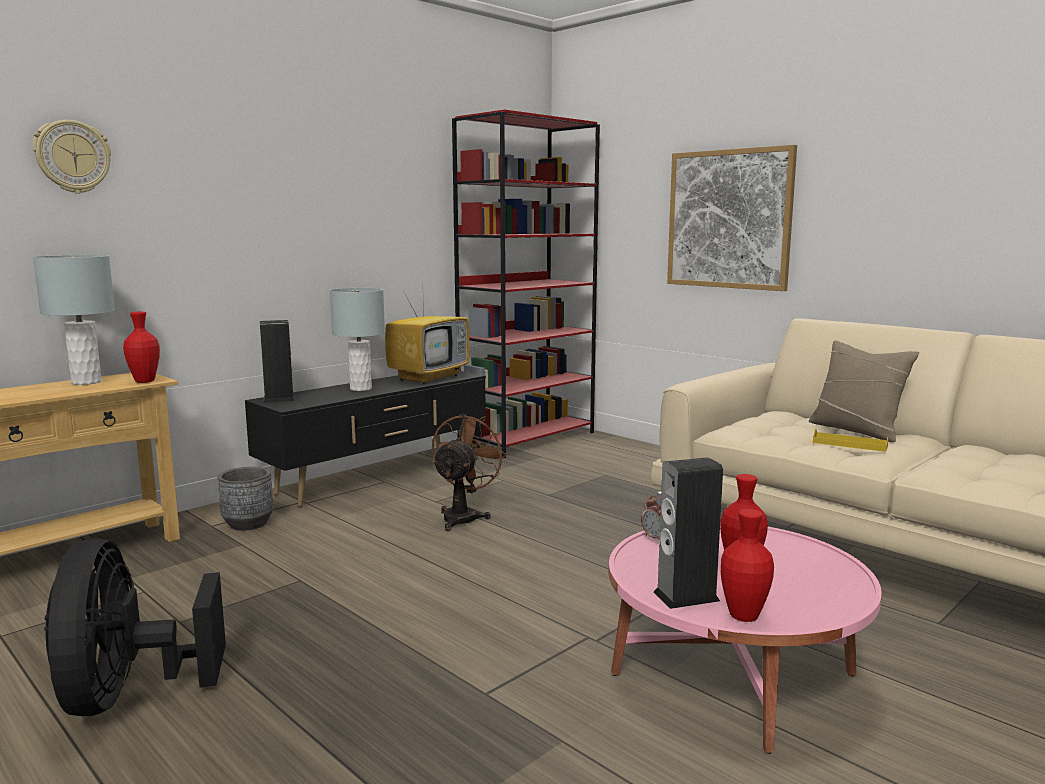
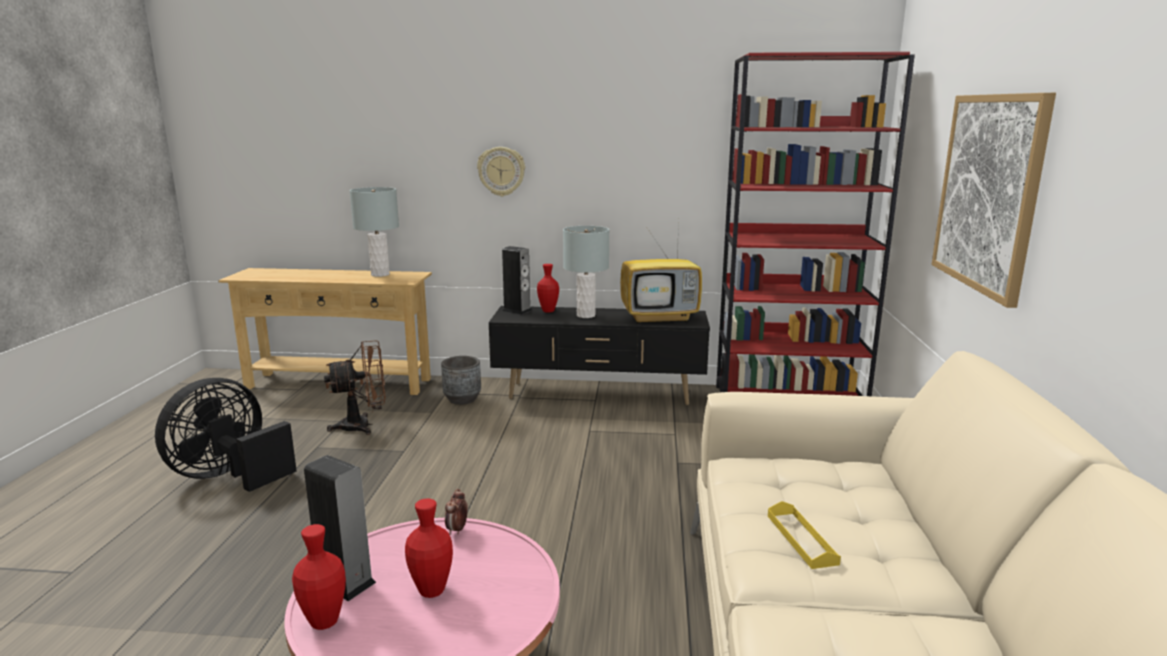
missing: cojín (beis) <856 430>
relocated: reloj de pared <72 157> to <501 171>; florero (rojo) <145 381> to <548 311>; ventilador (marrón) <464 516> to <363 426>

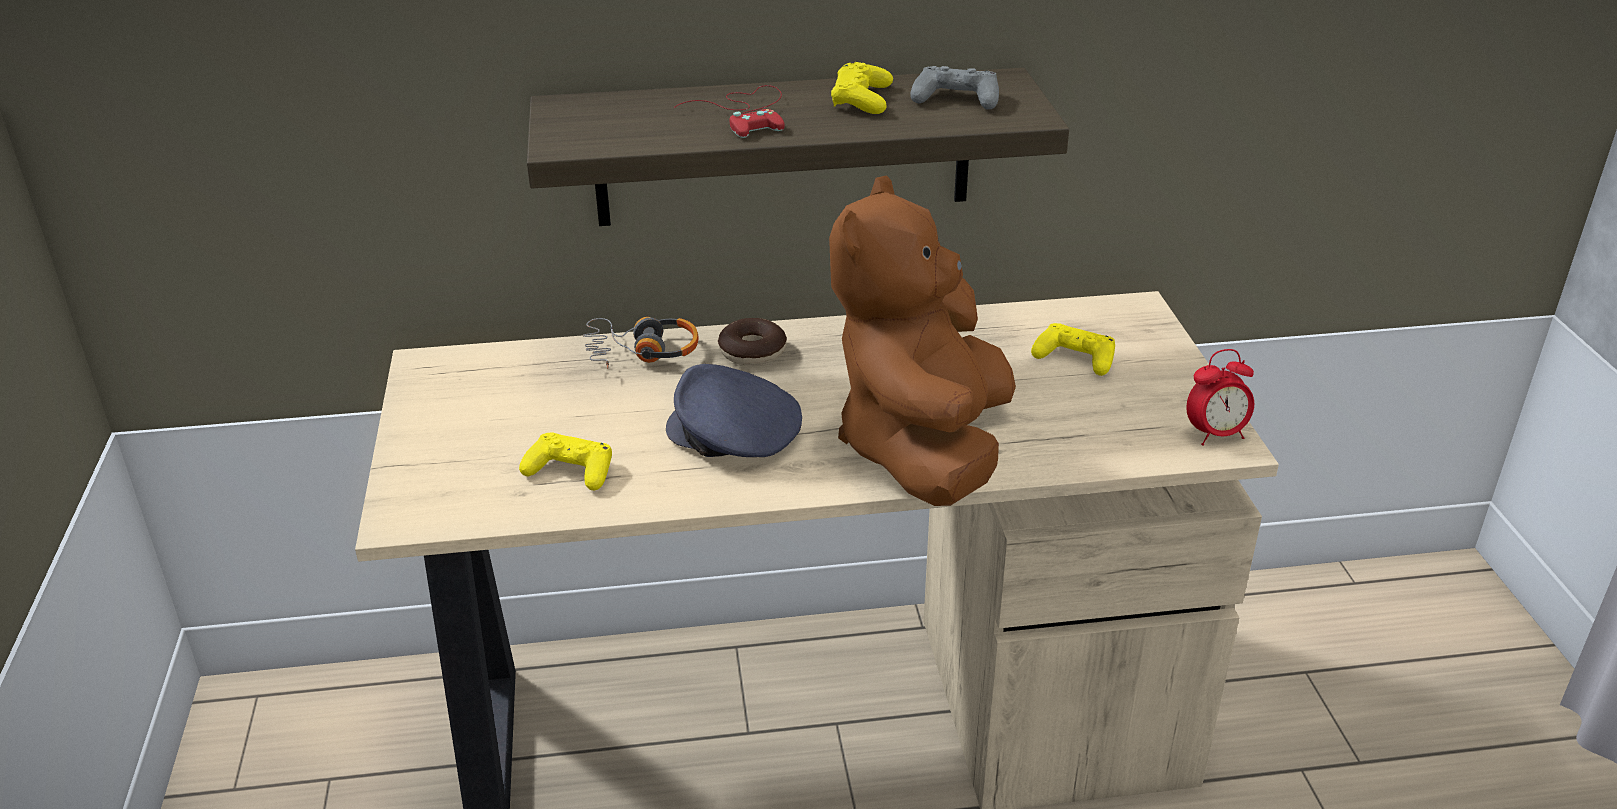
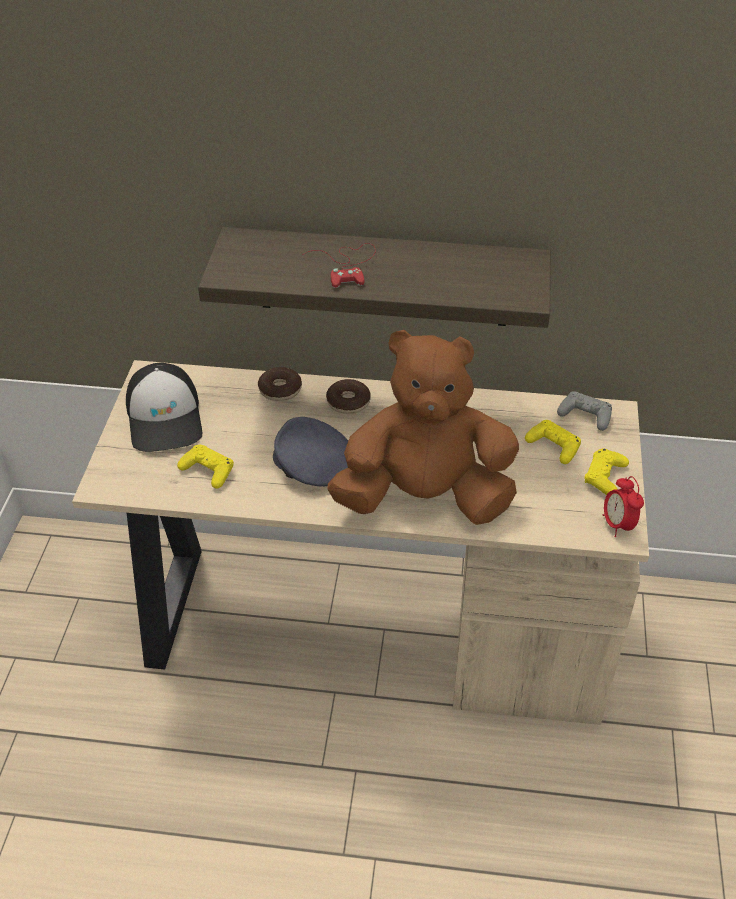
appeared: gorra <165 418>
relocated: mando de consola (amarillo) <862 99> to <605 477>; mando de consola (gris) <956 99> to <585 415>
exchanged: auriculares <642 352> to rosquilla <280 390>
spun: peluche (marrón) <924 449> = <425 498> 60 degrees clockwise; despertador <1215 435> = <618 525> 75 degrees clockwise

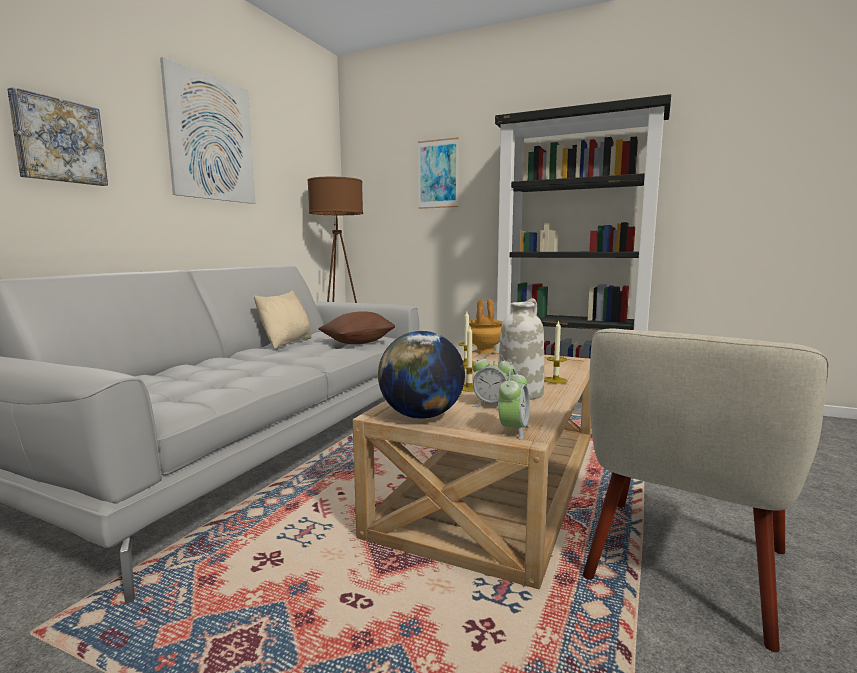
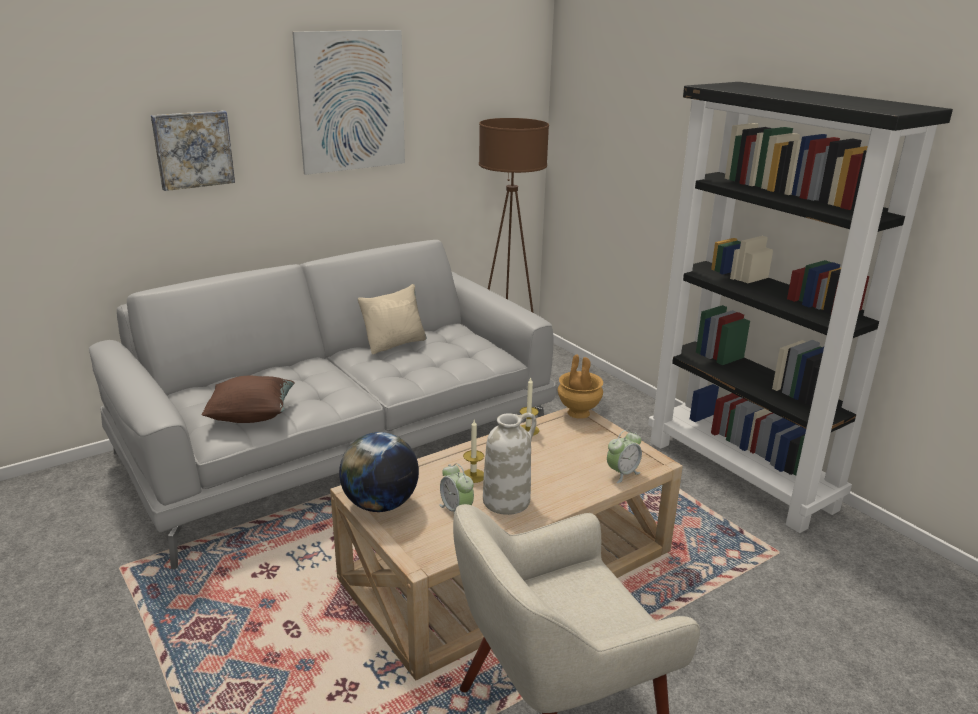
missing: cuadro <438 174>; vela <555 380>
relocated: cojín (marrón) <358 343> to <251 416>; despertador <513 430> to <622 473>

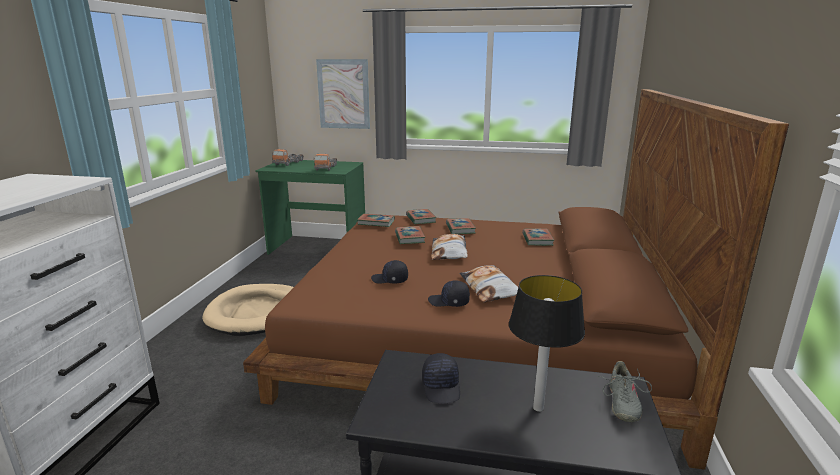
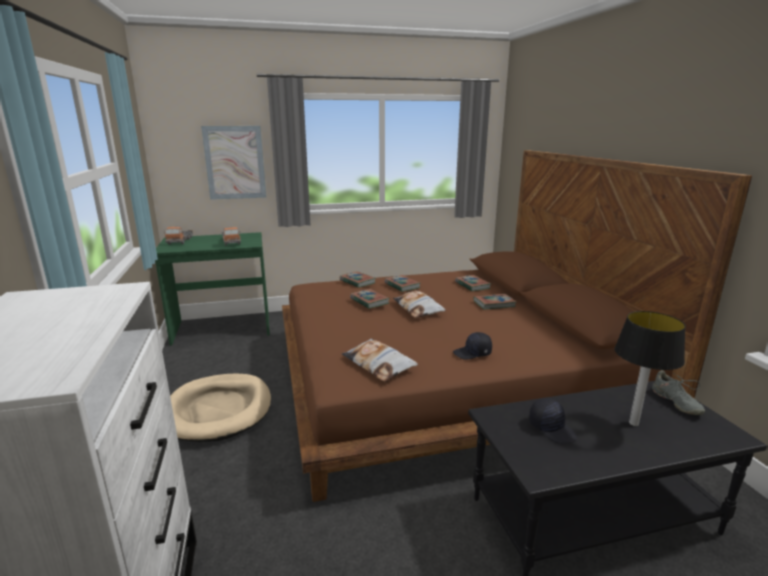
missing: gorra (negro) <390 280>
relocated: libro <376 222> to <494 304>; cojín <490 288> to <379 364>

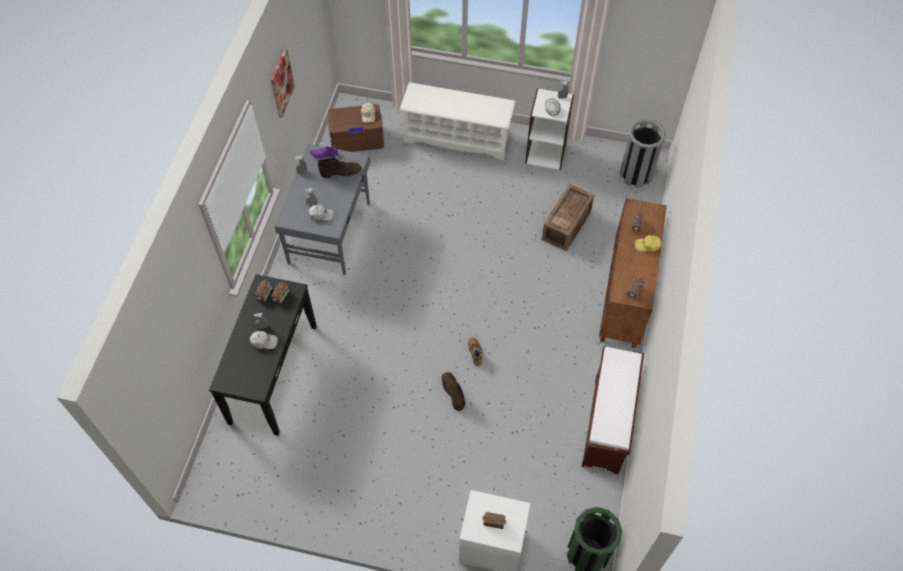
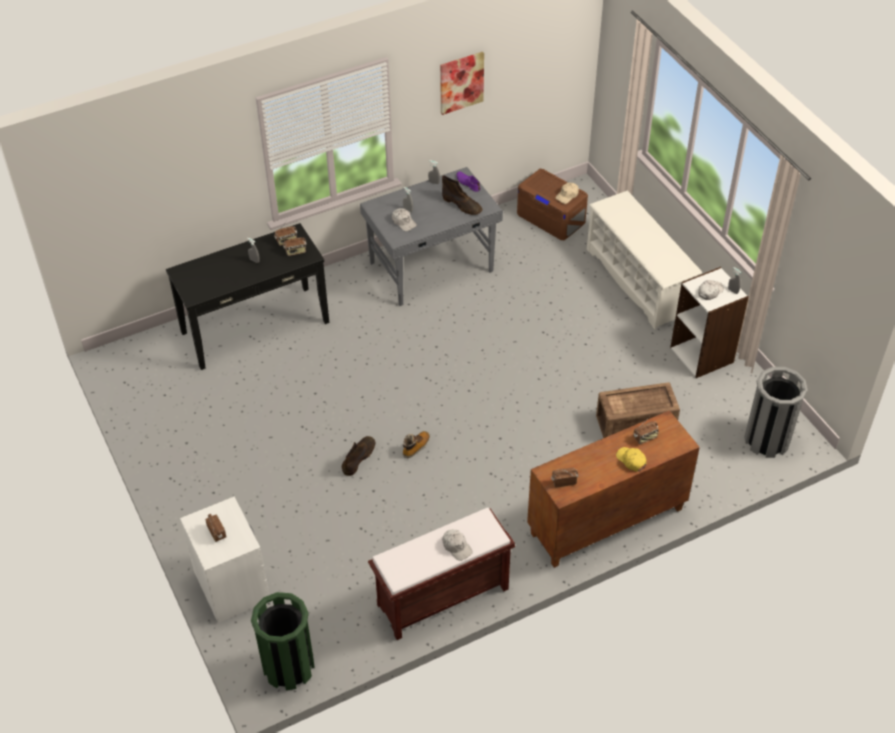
relocated: gorra (blanco) <264 341> to <457 547>

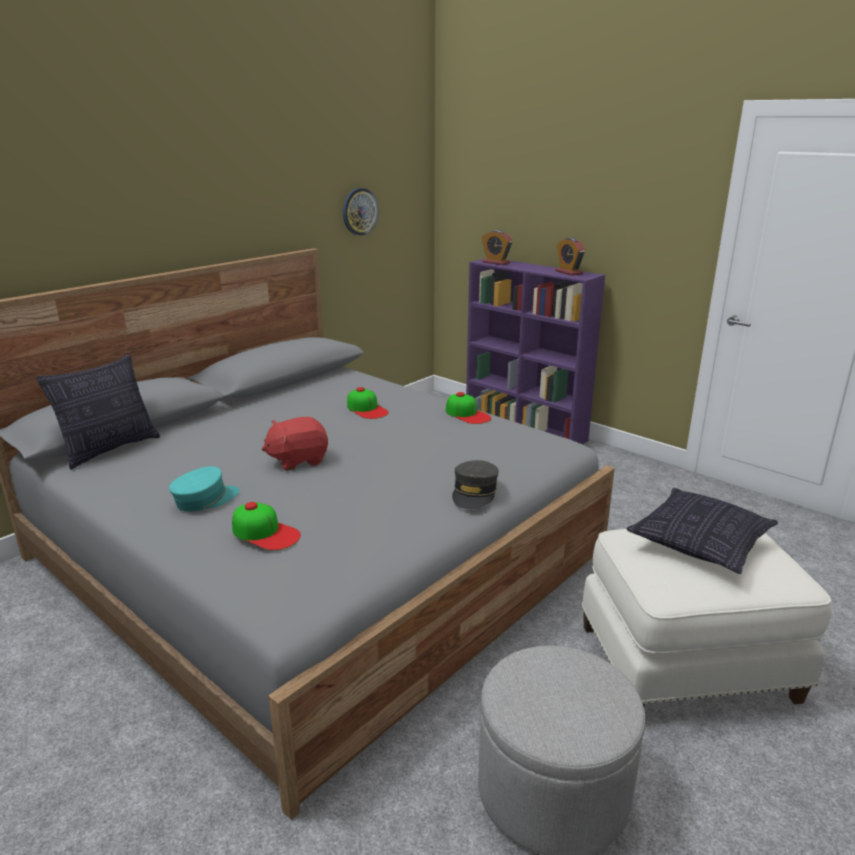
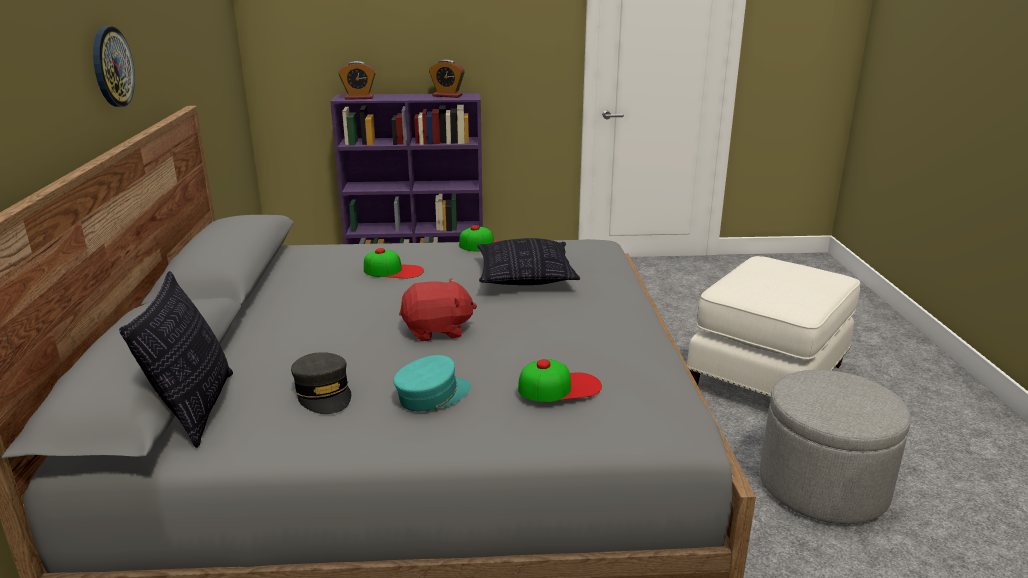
relocated: reloj de pared <359 211> to <111 67>; gorra (gris) <474 493> to <323 393>; cojín <700 544> to <525 277>
spun: peluche (rojo) <298 460> = <437 330> 120 degrees counterclockwise; gorra (turquesa) <205 499> = <432 395> 45 degrees clockwise

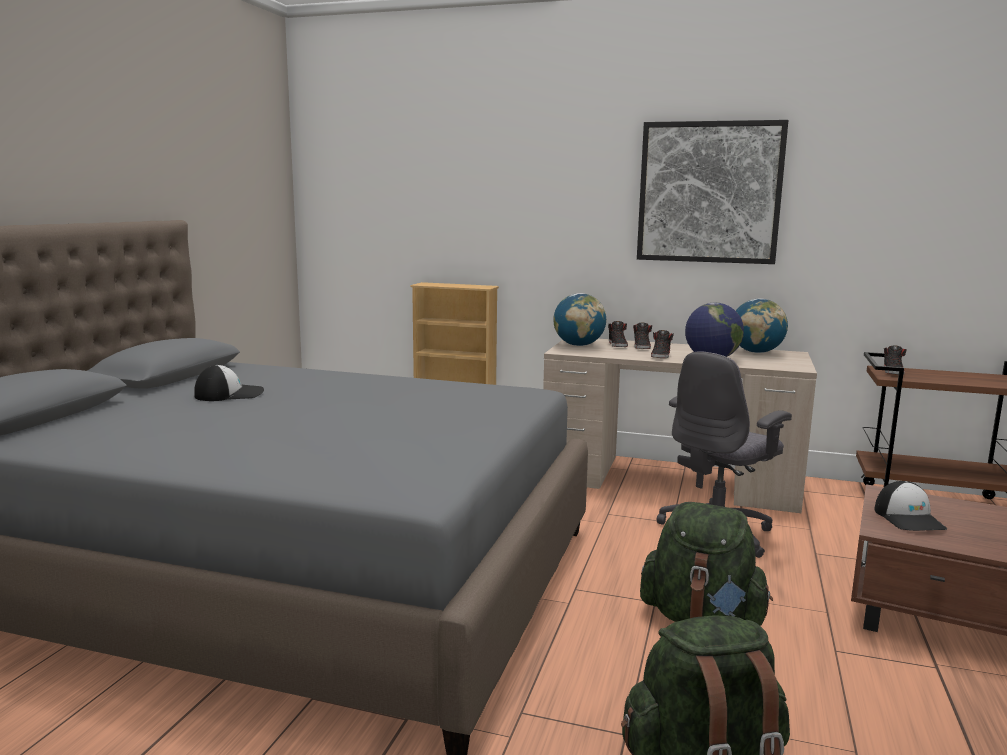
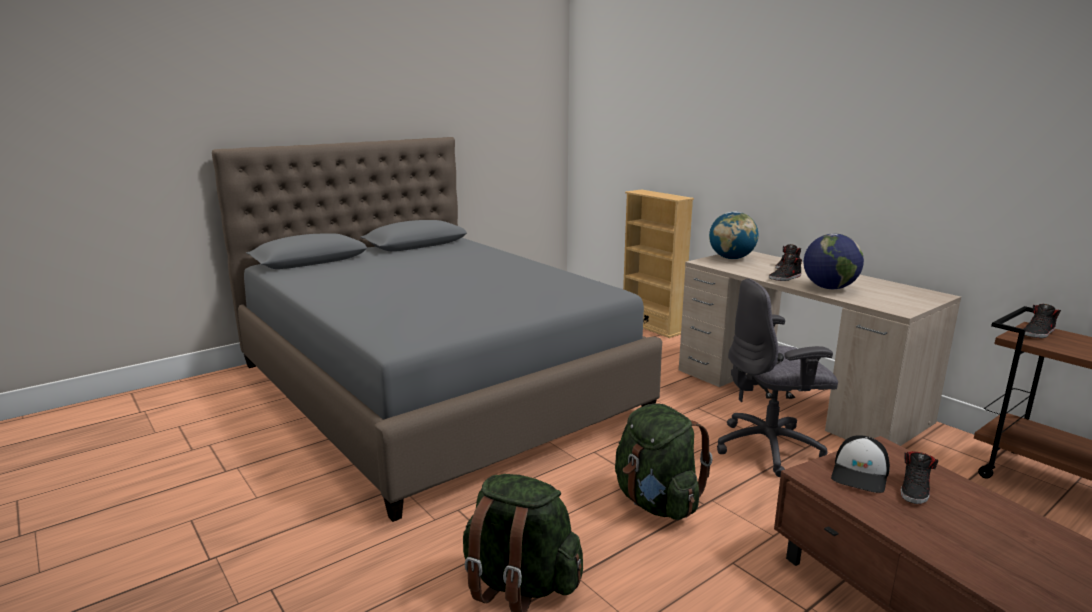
missing: cuadro <709 192>; globo terráqueo <756 352>; gorra <230 394>
relocated: zapato (negro) <618 345> to <915 489>

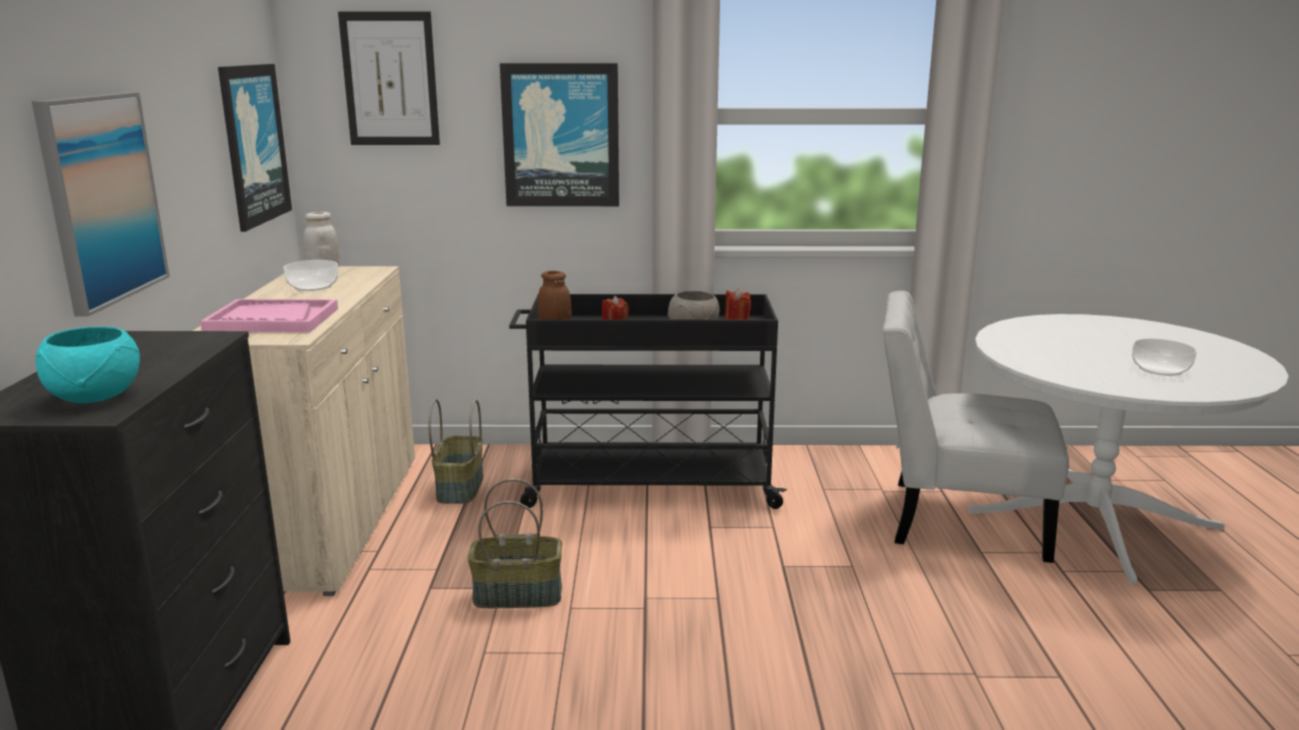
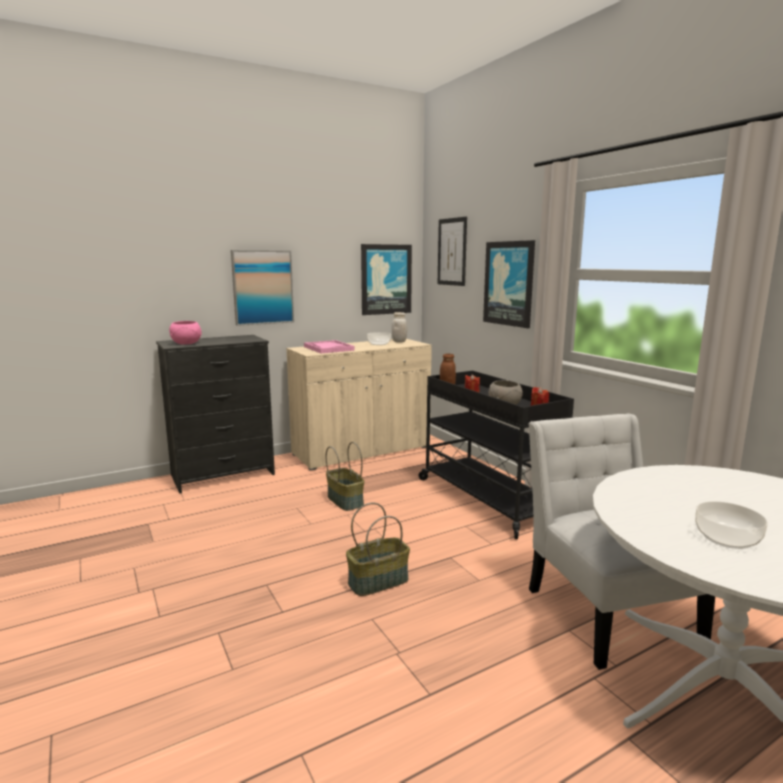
relocated: cesta <459 488> to <378 581>
colour: cuenco (turquesa) <94 397> to cuenco (rosa) <186 343>

